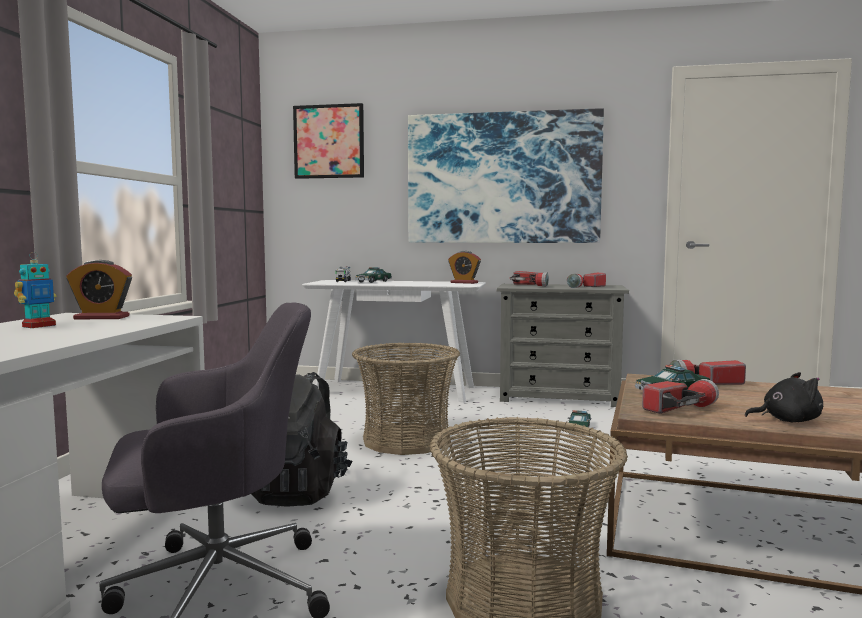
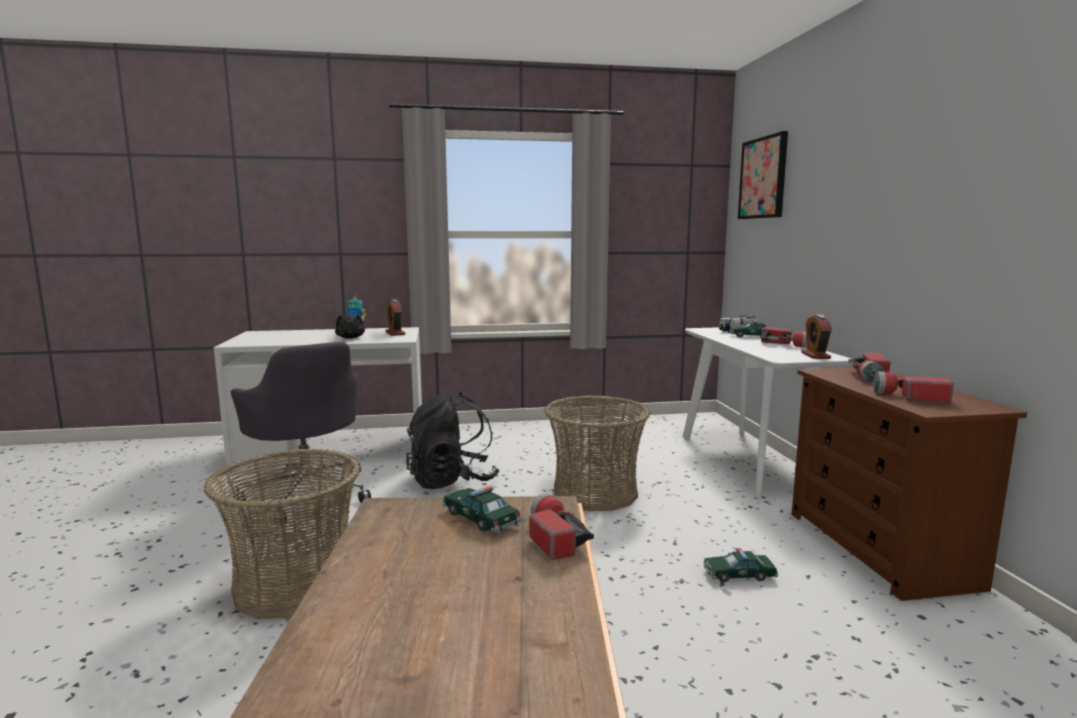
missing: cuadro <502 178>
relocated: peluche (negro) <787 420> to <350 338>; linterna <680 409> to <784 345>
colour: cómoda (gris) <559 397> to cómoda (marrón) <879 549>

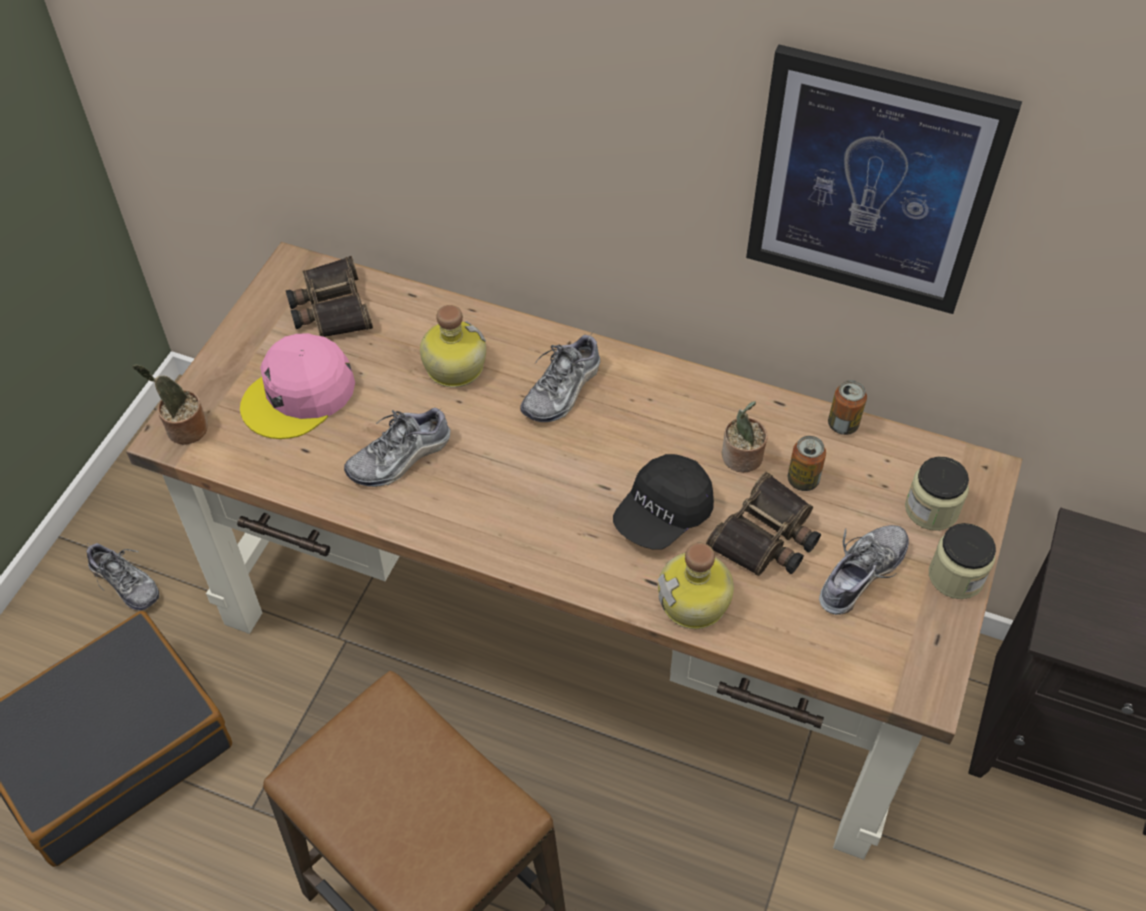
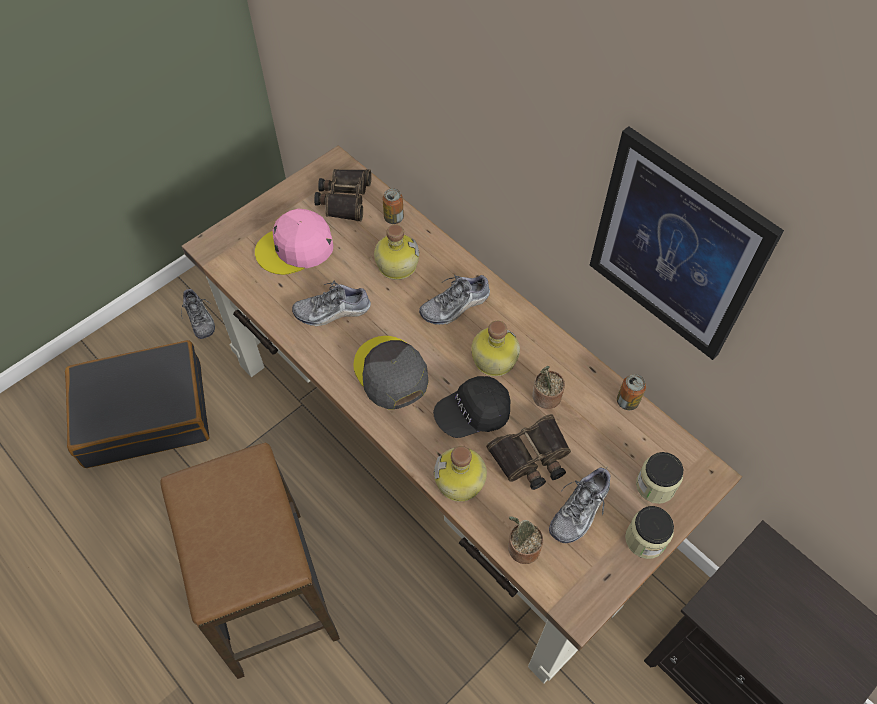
appeared: botella <492 359>; gorra (gris) <390 373>
relocated: planta en maceta <184 429> to <521 548>; lata <803 480> to <393 218>
spun: zapato <860 574> = <580 510> 150 degrees clockwise

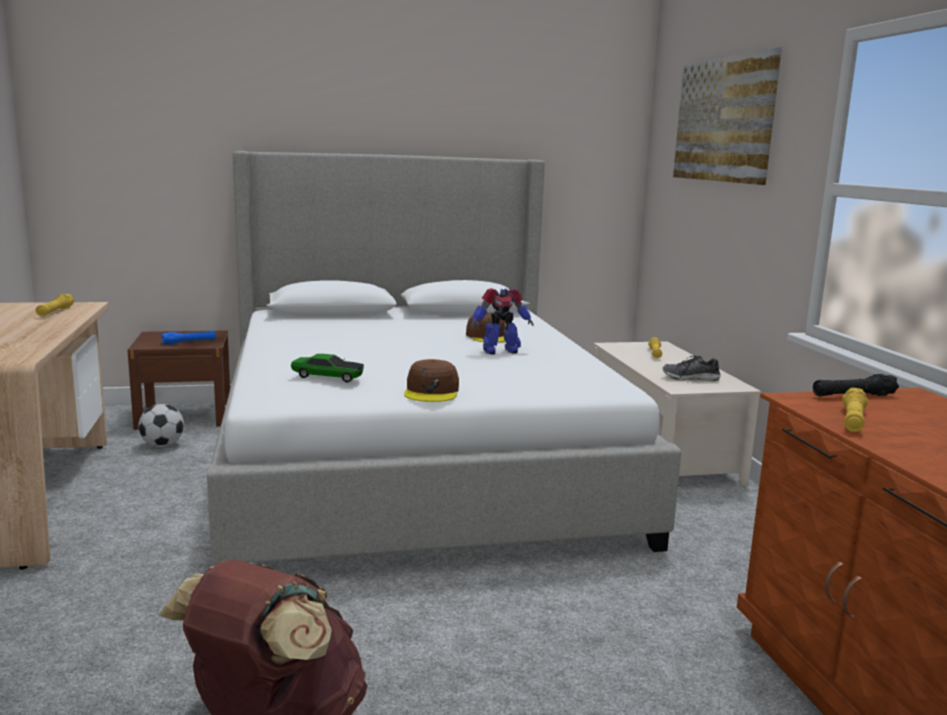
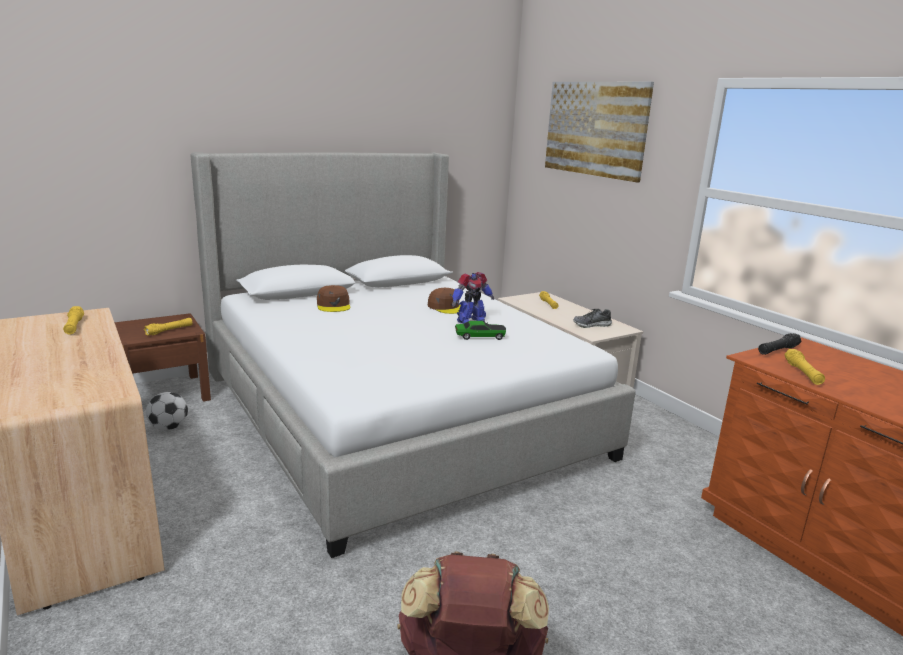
relocated: coche de juguete <328 377> to <480 336>; gorra (marrón) <432 392> to <333 305>
colour: linterna (azul) <189 342> to linterna (amarillo) <169 331>

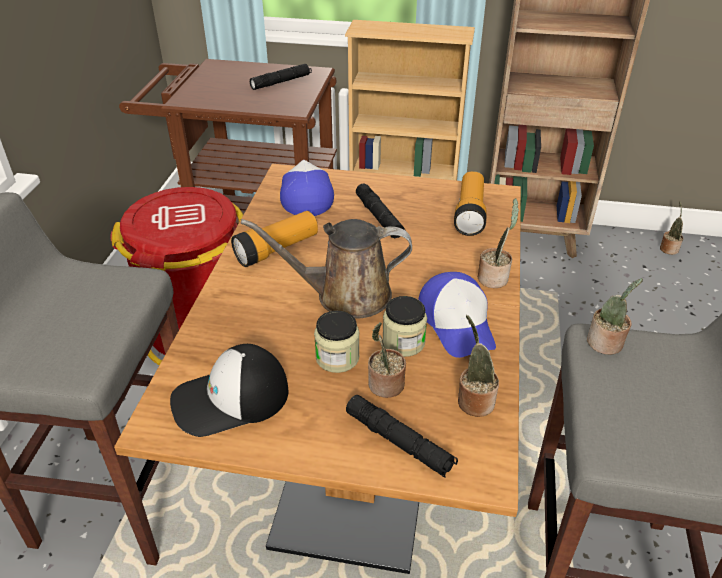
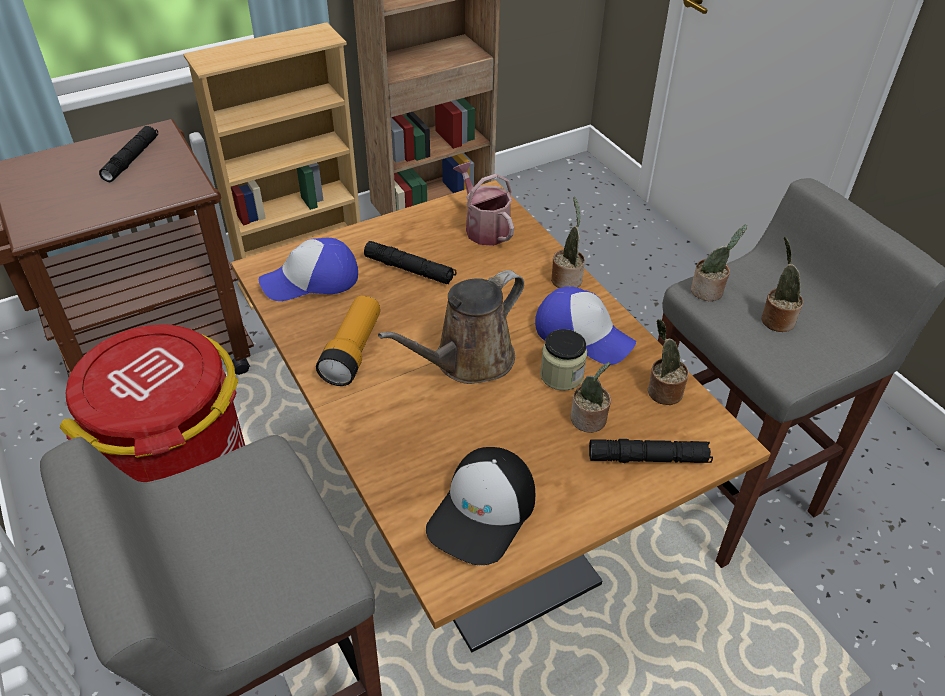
missing: tarro <337 357>
relocated: planta en maceta <668 248> to <775 319>
exchanged: linterna <469 214> to regadera <484 227>
spun: gorra <305 195> = <311 280> 60 degrees counterclockwise

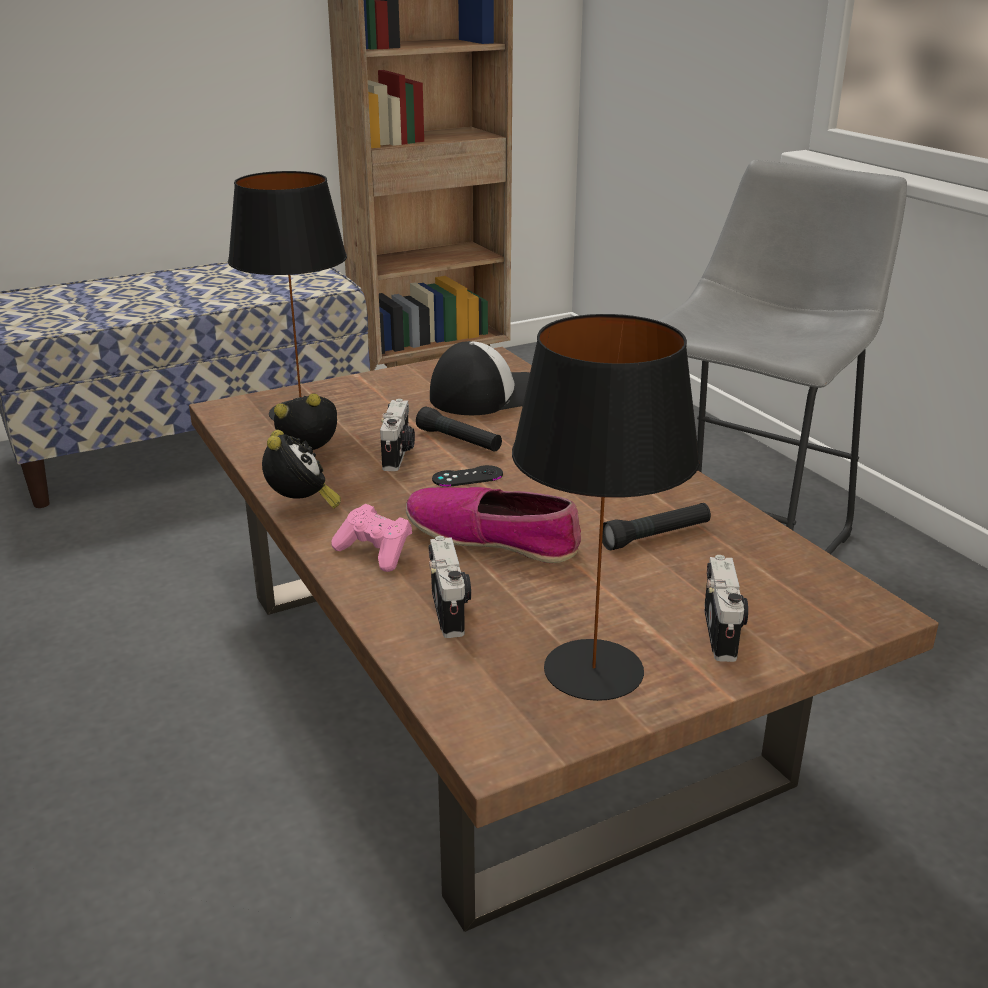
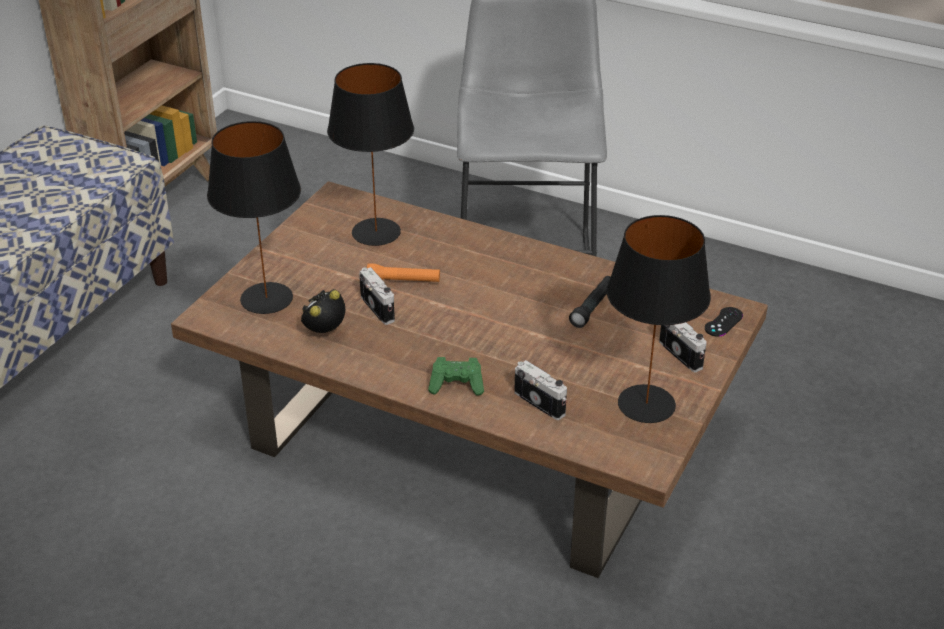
missing: despertador <301 506>; zapato <493 537>
relocated: mando de consola (negro) <467 477> to <723 322>
exchanged: gorra <489 394> to lámpara de mesa (negro) <375 232>
colour: linterna (negro) <459 441> to linterna (naranja) <403 281>; mando de consola (rosa) <375 552> to mando de consola (verde) <457 385>

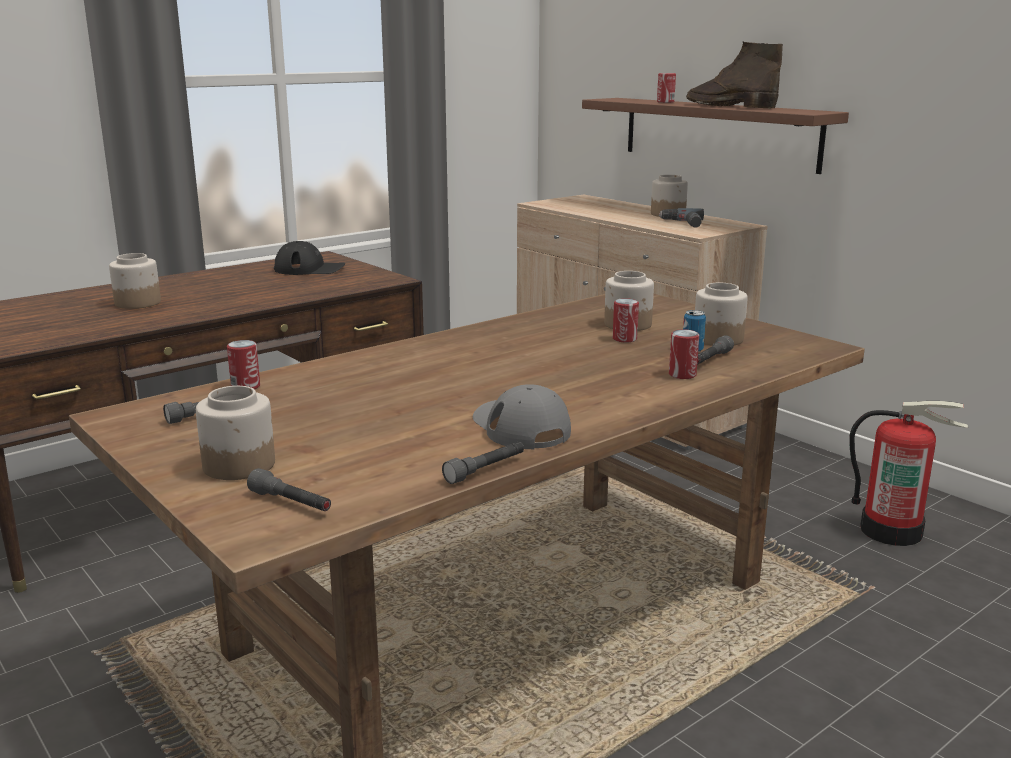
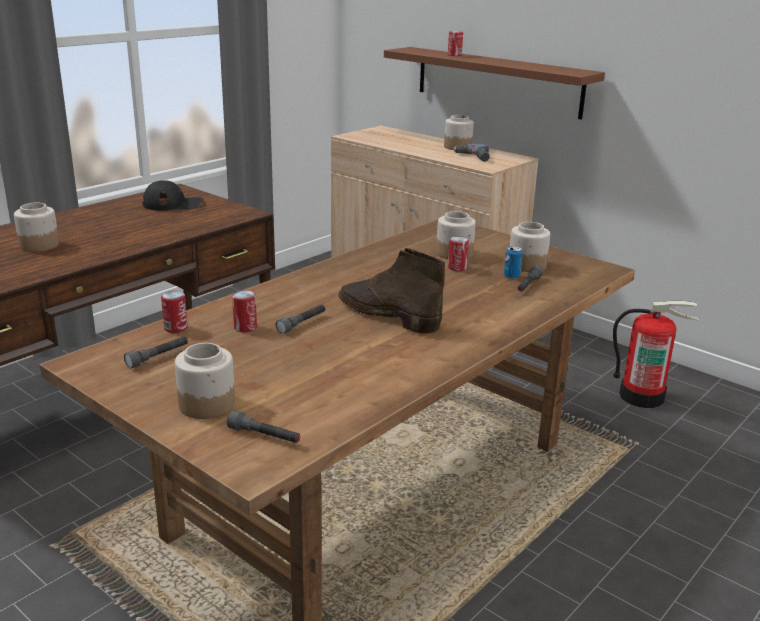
missing: gorra (gris) <520 427>
relocated: bota (marrón) <729 106> to <387 315>; lata <682 374> to <245 327>; linterna (gris) <485 470> to <302 324>

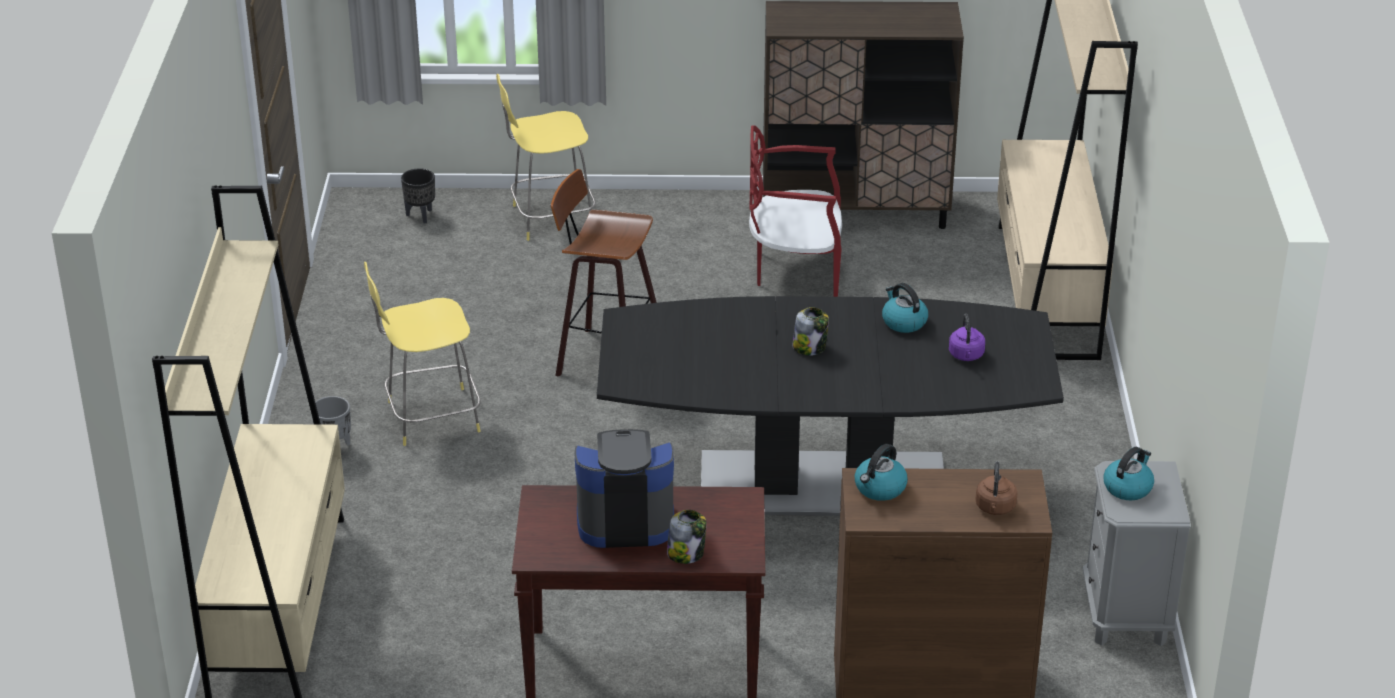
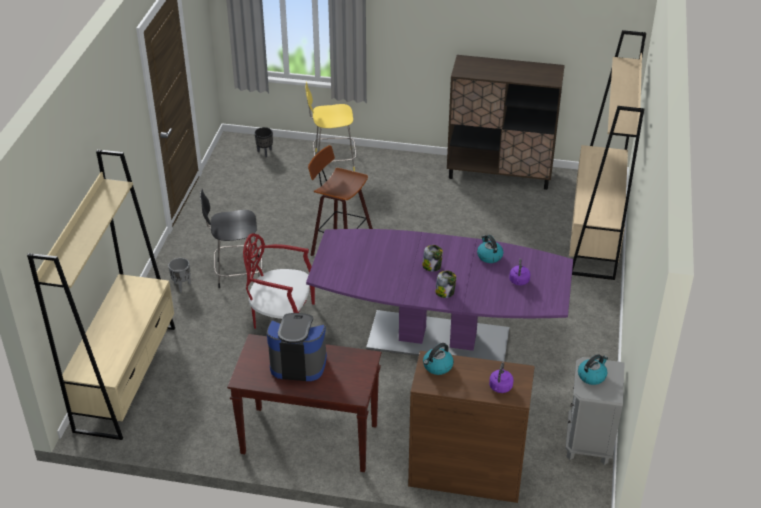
relocated: silla (rojo) <795 270> to <282 319>; tarro <686 553> to <445 292>
colour: taburete (amarillo) <429 417> to taburete (negro) <237 272>; mesa de comedor (negro) <821 484> to mesa de comedor (morado) <437 338>; hervidor (marrón) <995 508> to hervidor (morado) <500 388>

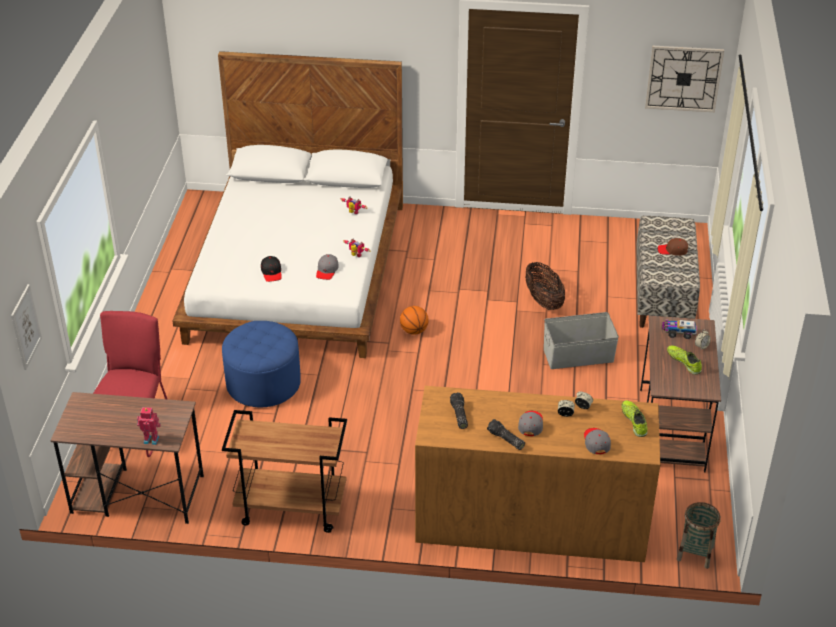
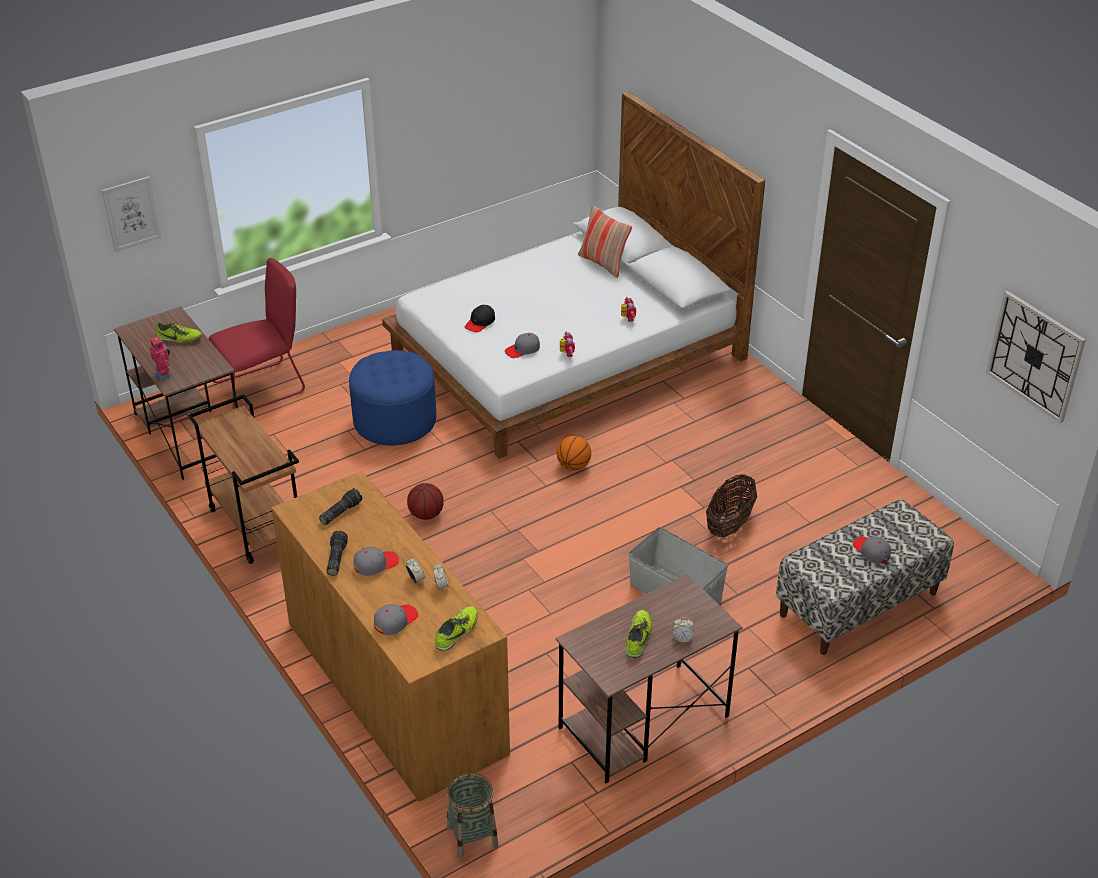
missing: camión de juguete <678 332>
appeared: cojín <603 263>; zapato <179 339>; balón de baloncesto <426 514>
colour: gorra (marrón) <672 250> to gorra (gris) <871 551>

